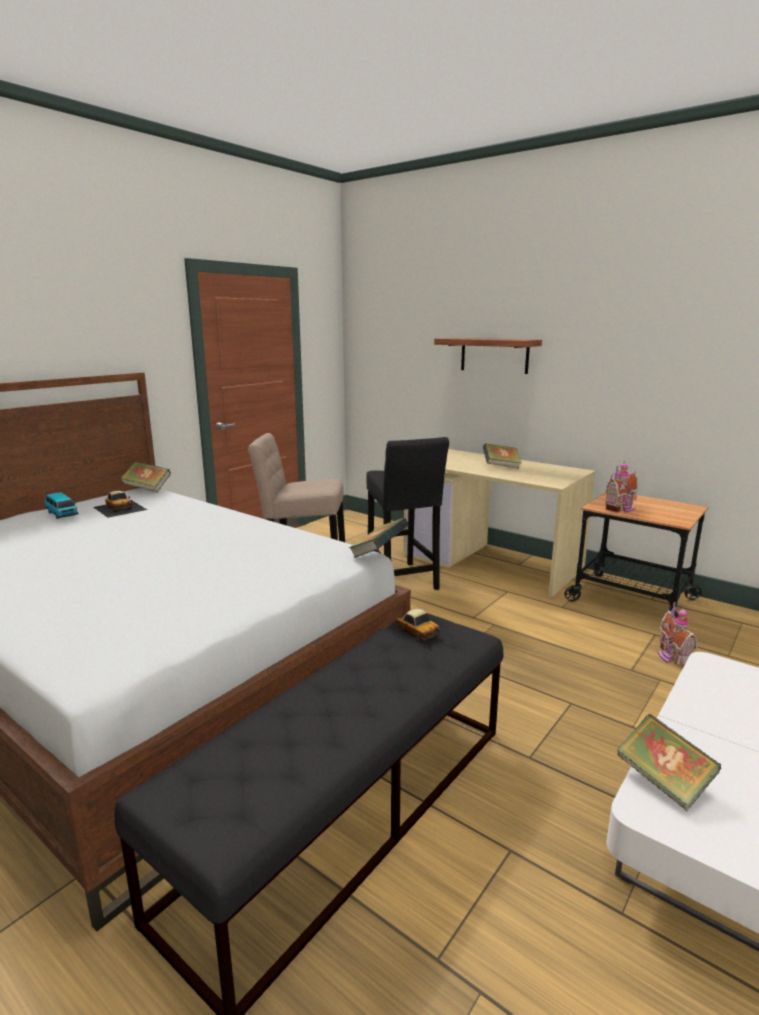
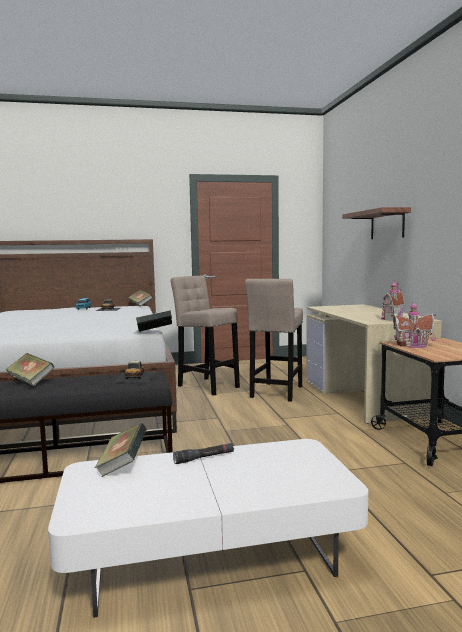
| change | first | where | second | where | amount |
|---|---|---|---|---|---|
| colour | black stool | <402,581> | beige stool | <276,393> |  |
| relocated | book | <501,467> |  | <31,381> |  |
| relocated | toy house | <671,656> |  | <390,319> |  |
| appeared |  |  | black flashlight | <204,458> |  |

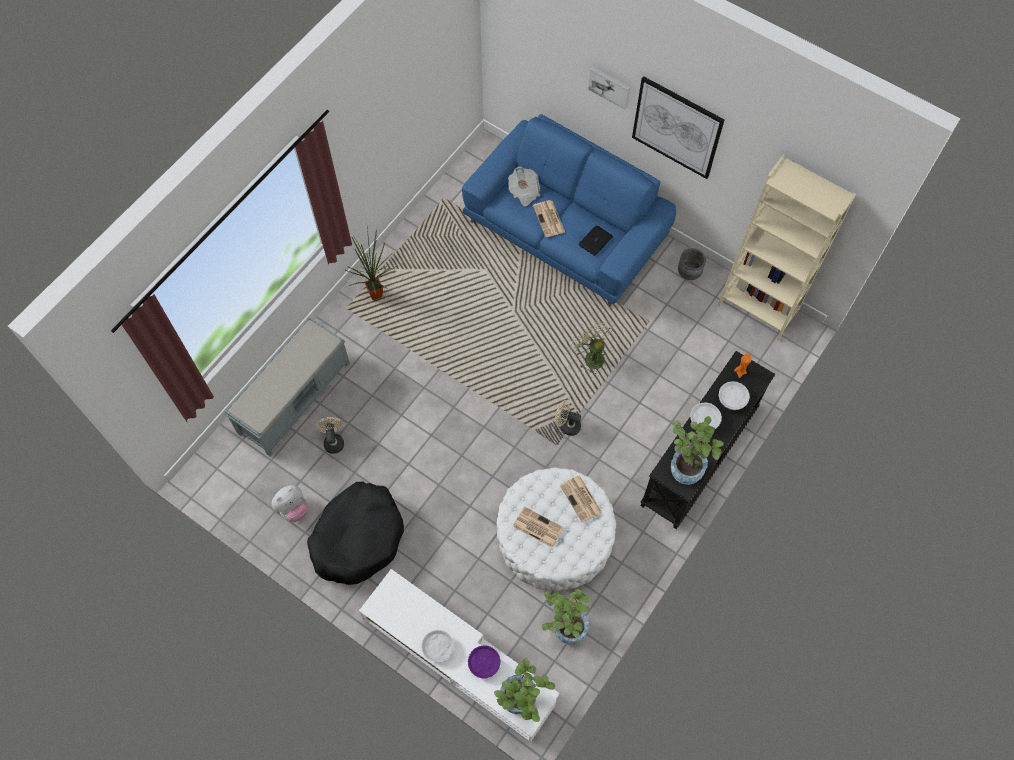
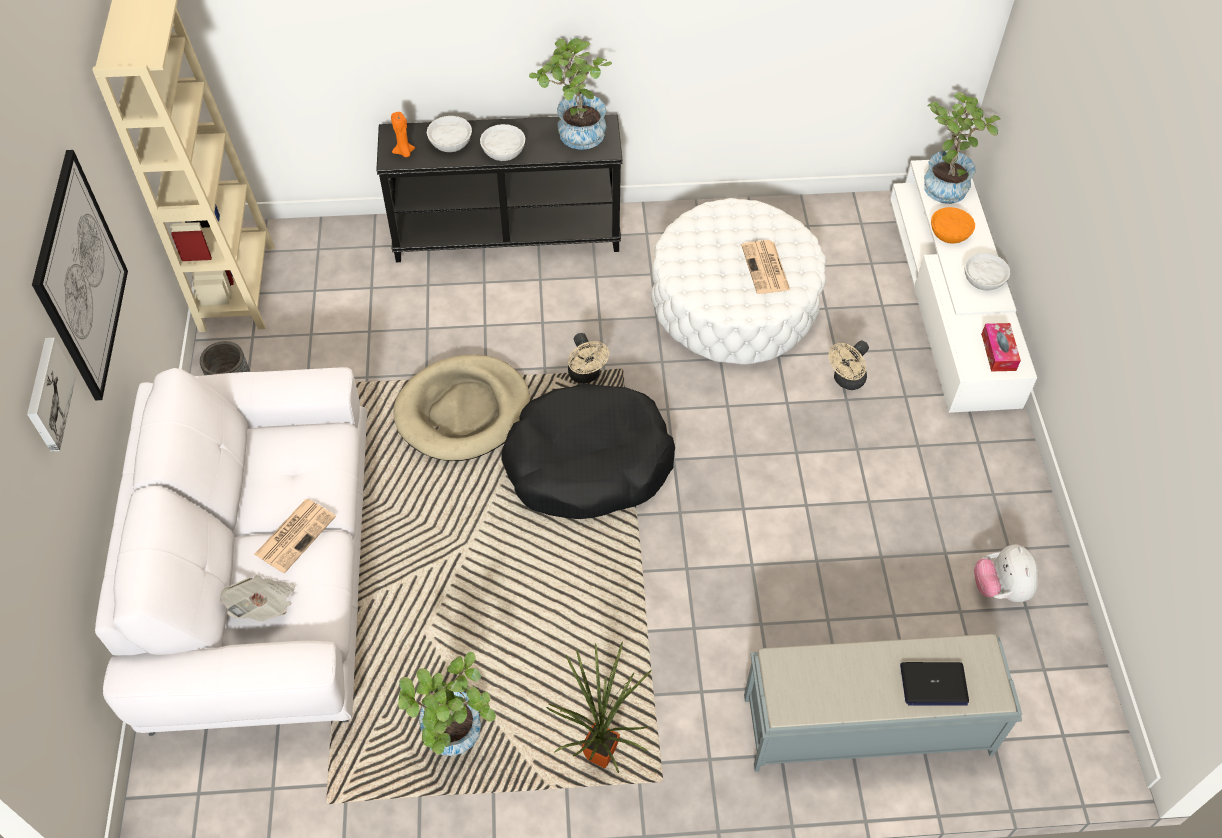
| change | first | where | second | where | amount |
|---|---|---|---|---|---|
| spun | plush toy | <293,508> |  | <1000,588> | 105 degrees counterclockwise |
| relocated | black dog bed | <358,537> |  | <587,464> |  |
| relocated | beige fan | <333,441> |  | <846,381> |  |
| colour | blue sofa | <566,230> | white sofa | <265,574> |  |
| colour | purple bowl | <484,664> | orange bowl | <949,232> |  |
| relocated | potted plant | <565,626> |  | <454,740> |  |
| missing | newspaper | <581,499> |  |  |  |
| exchanged | green fan | <591,357> | beige dog bed | <463,411> |  |
| relocated | laptop | <595,241> |  | <933,684> |  |
| appeared |  |  | tissue box | <998,352> |  |

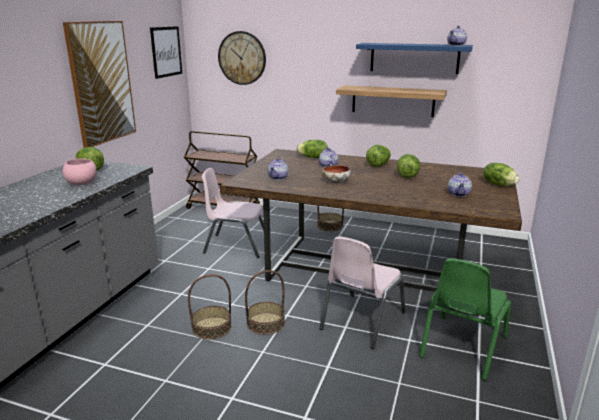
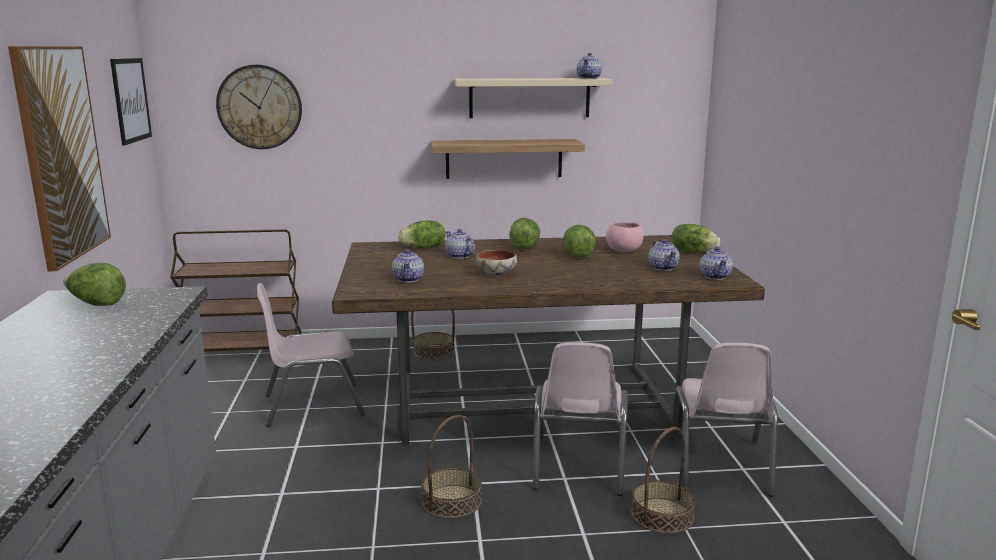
| change | first | where | second | where | amount |
|---|---|---|---|---|---|
| relocated | pink bowl | <82,183> |  | <625,250> |  |
| relocated | basket | <212,327> |  | <662,515> |  |
| colour | blue shelf | <414,58> | beige shelf | <529,98> |  |
| colour | green chair | <462,346> | pink chair | <719,465> |  |
| appeared |  |  | teapot | <715,276> |  |

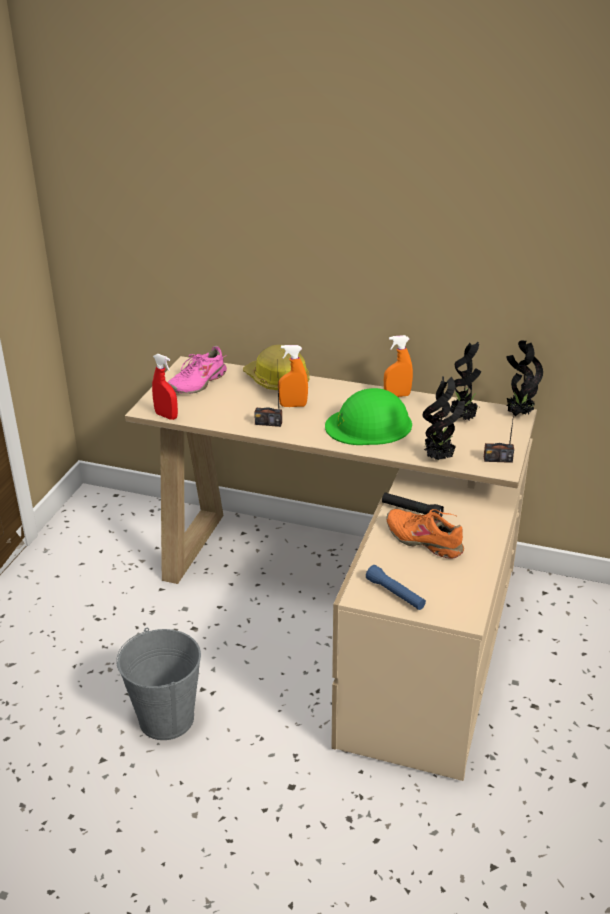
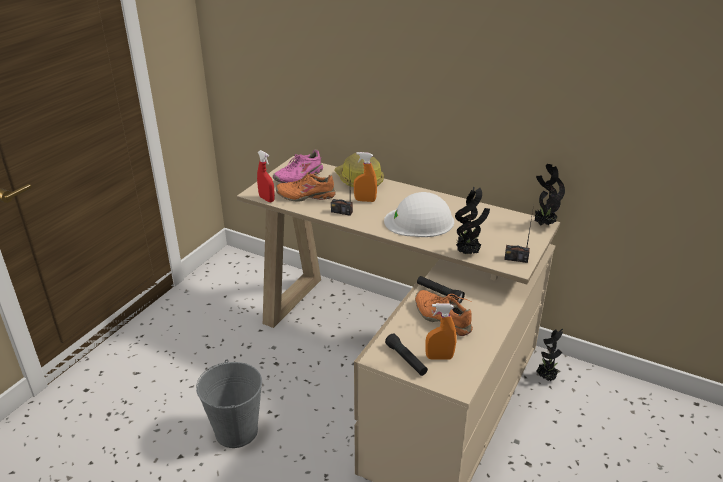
| change | first | where | second | where | amount |
|---|---|---|---|---|---|
| colour | green hard hat | <369,425> | white hard hat | <419,221> |  |
| colour | blue flashlight | <395,594> | black flashlight | <406,360> |  |
| relocated | orange spray bottle | <397,395> |  | <439,357> |  |
| relocated | potted plant | <463,419> |  | <546,378> |  |
| appeared |  |  | orange shoe | <306,196> |  |

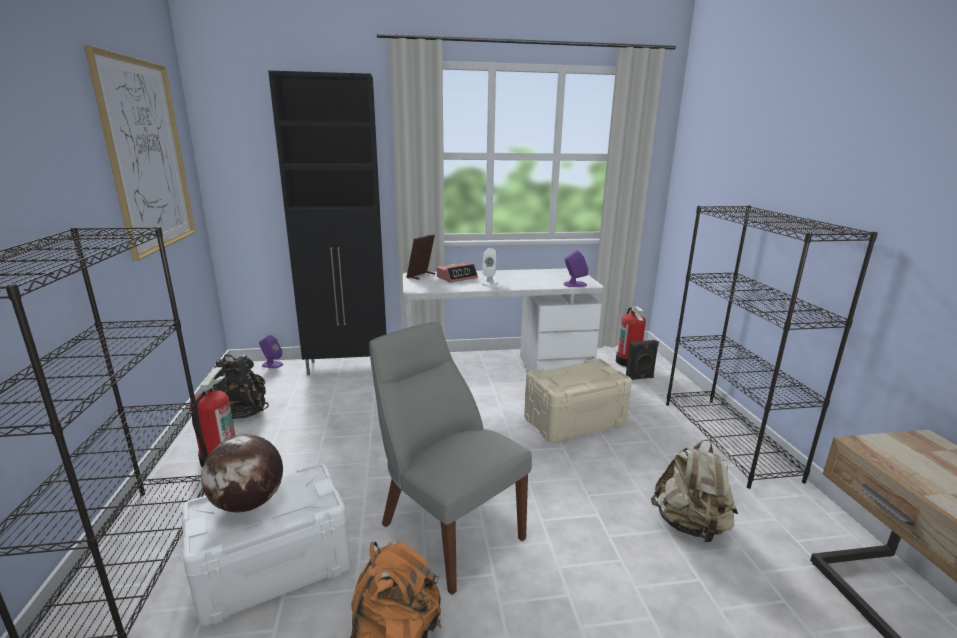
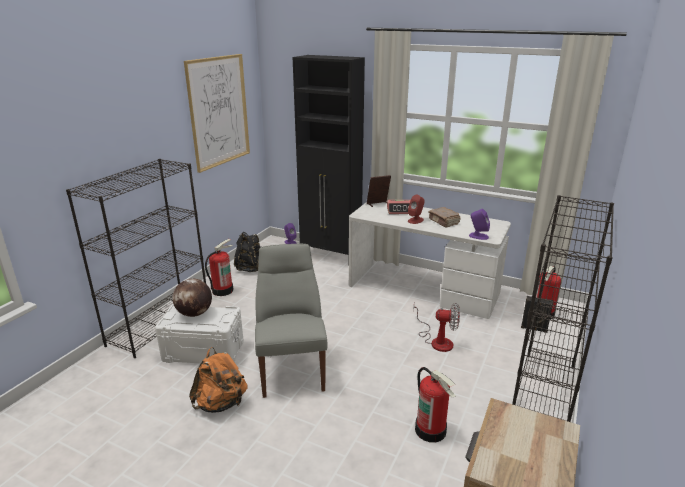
| change | first | where | second | where | amount |
|---|---|---|---|---|---|
| colour | white speaker | <489,283> | red speaker | <415,220> |  |
| exchanged | beige storage box | <573,420> | fan | <437,340> |  |
| exchanged | beige backpack | <690,525> | fire extinguisher | <431,430> |  |
| appeared |  |  | brown book | <443,222> |  |

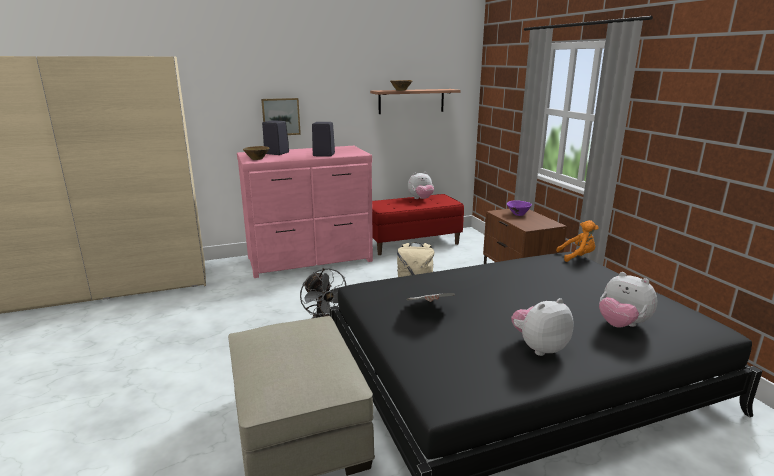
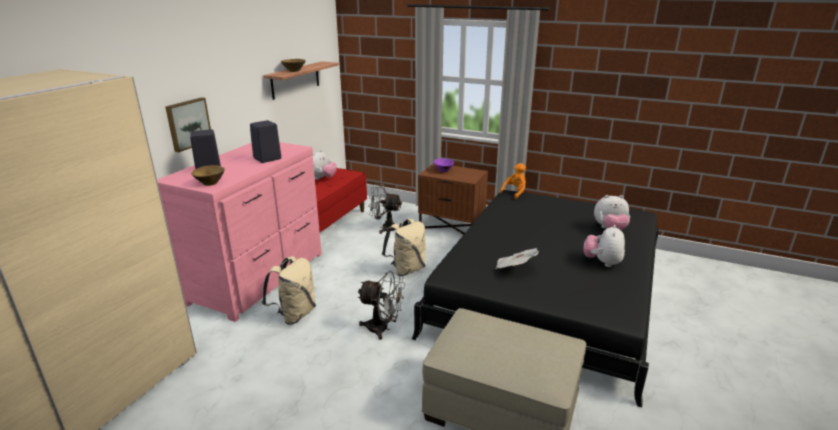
| change | first | where | second | where | amount |
|---|---|---|---|---|---|
| appeared |  |  | beige backpack | <294,314> |  |
| appeared |  |  | grey fan | <385,228> |  |

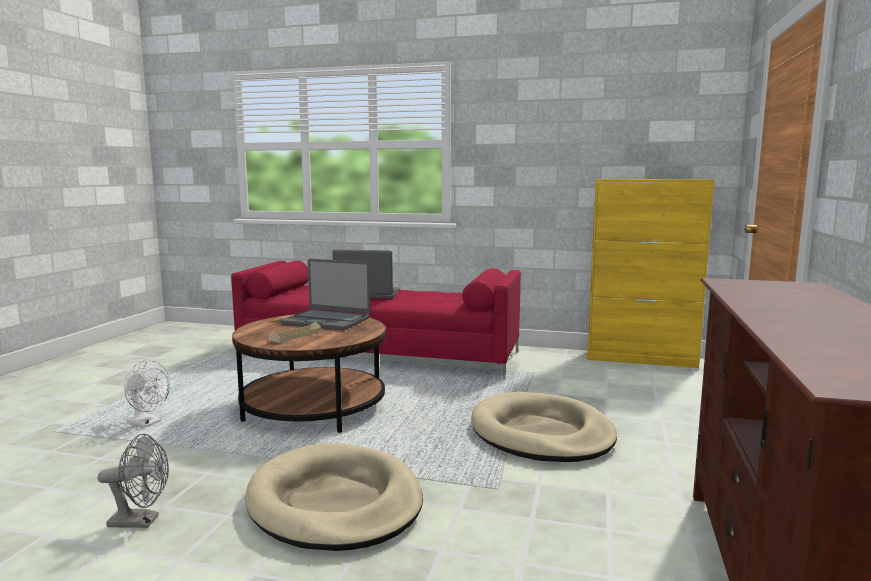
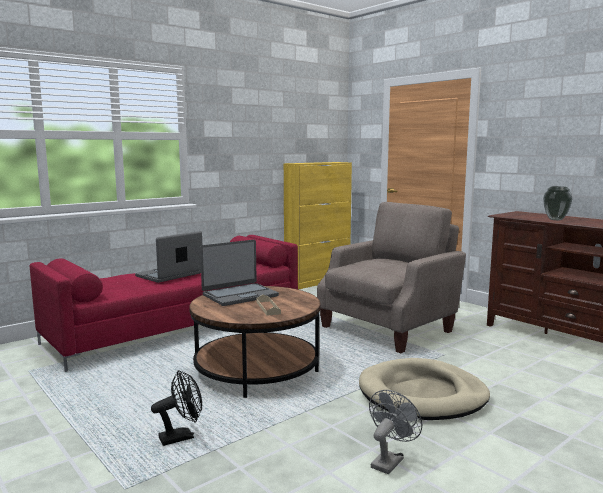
| change | first | where | second | where | amount |
|---|---|---|---|---|---|
| colour | white fan | <147,422> | black fan | <181,436> |  |
| exchanged | beige dog bed | <541,434> | beige armchair | <389,328> |  |
| appeared |  |  | vase | <555,219> |  |

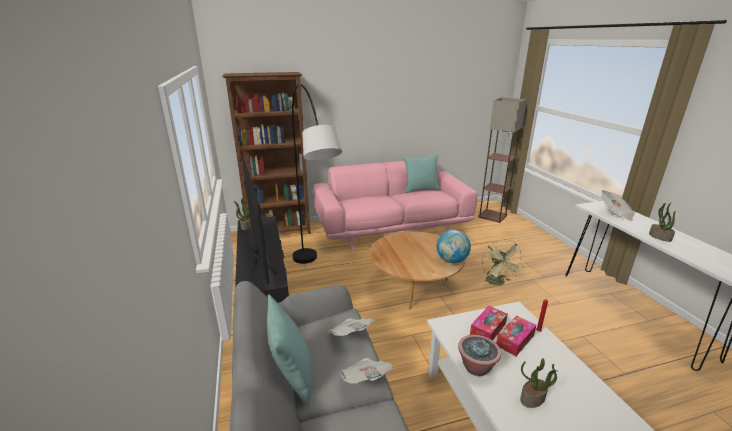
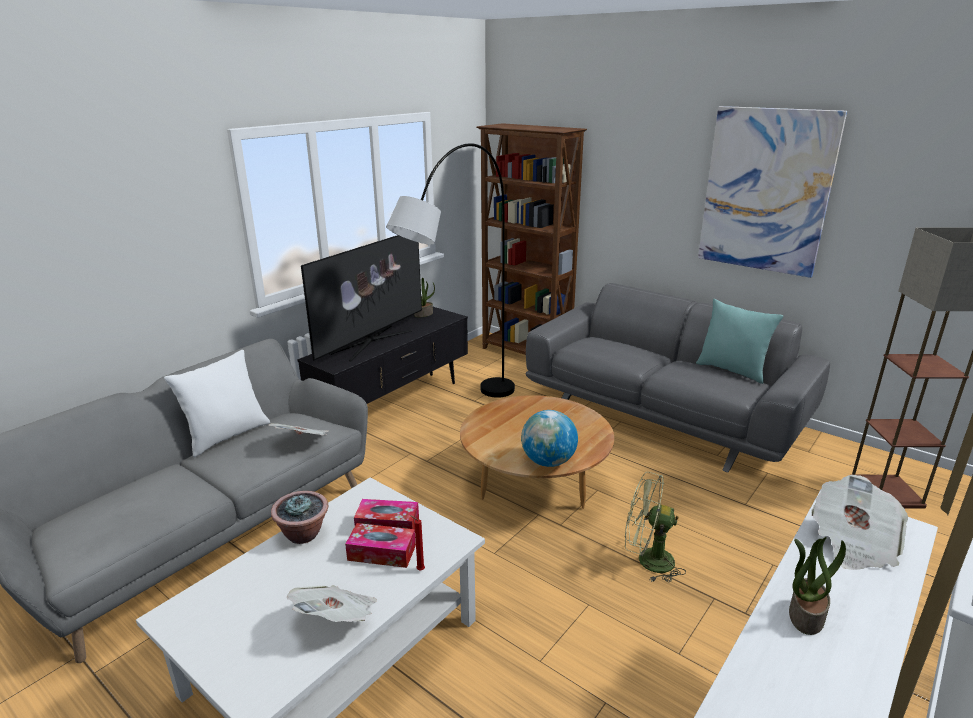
| change | first | where | second | where | amount |
|---|---|---|---|---|---|
| colour | turquoise pillow | <292,375> | white pillow | <227,436> |  |
| colour | pink sofa | <392,227> | grey sofa | <663,414> |  |
| relocated | newspaper | <366,380> |  | <337,619> |  |
| spun | green fan | <498,283> |  | <647,560> | 60 degrees clockwise |
| missing | potted plant | <532,399> |  |  |  |
| appeared |  |  | picture | <766,191> |  |

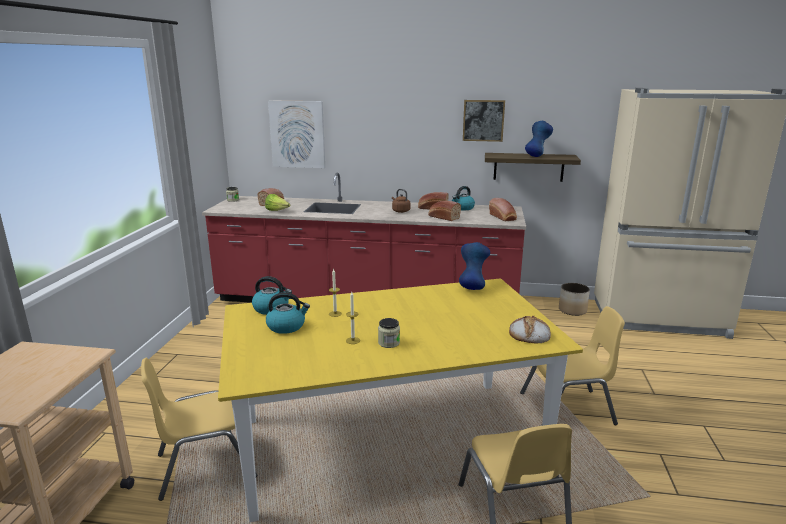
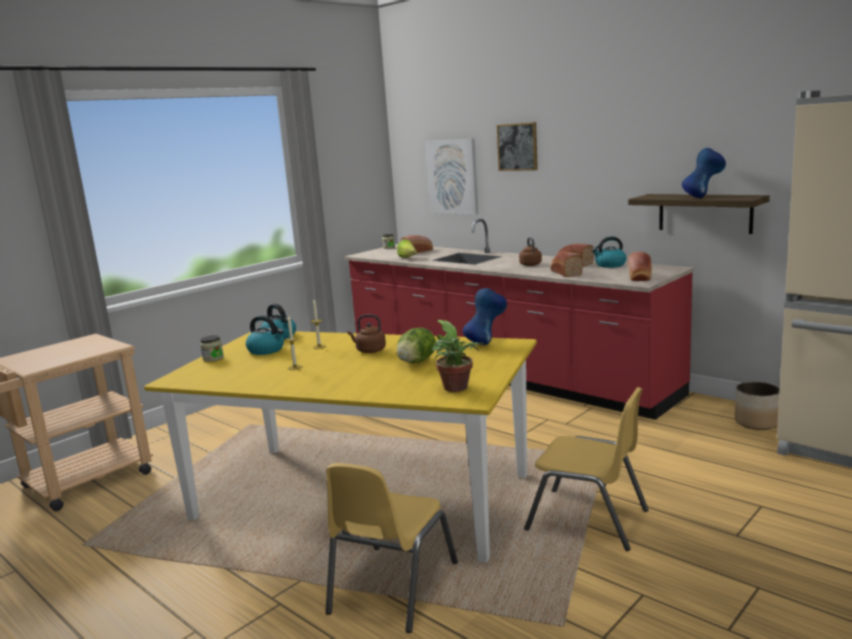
| change | first | where | second | where | amount |
|---|---|---|---|---|---|
| missing | yellow chair | <205,465> |  |  |  |
| relocated | jar | <389,343> |  | <213,358> |  |
| relocated | picture | <483,120> |  | <517,147> |  |
| exchanged | bread | <529,334> | potted plant | <457,388> |  |
| appeared |  |  | brown kettle | <369,351> |  |
| appeared |  |  | lettuce | <416,362> |  |

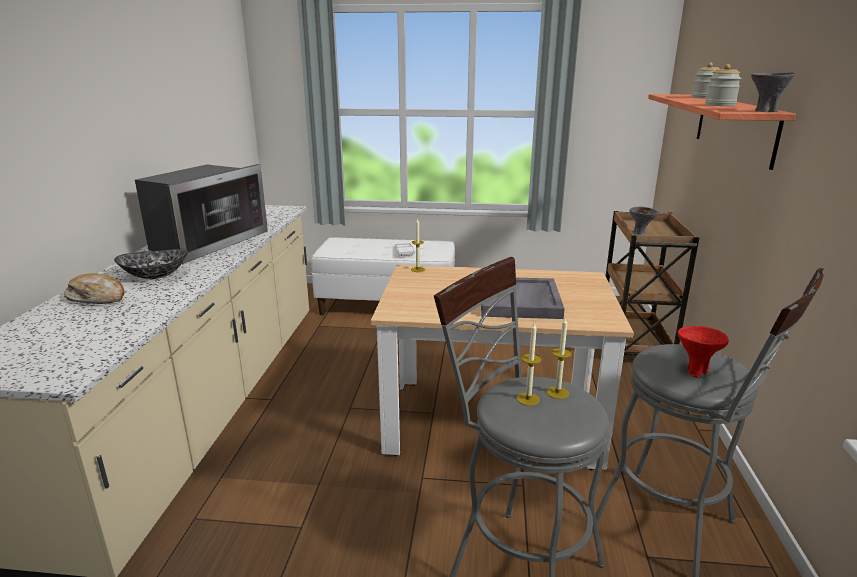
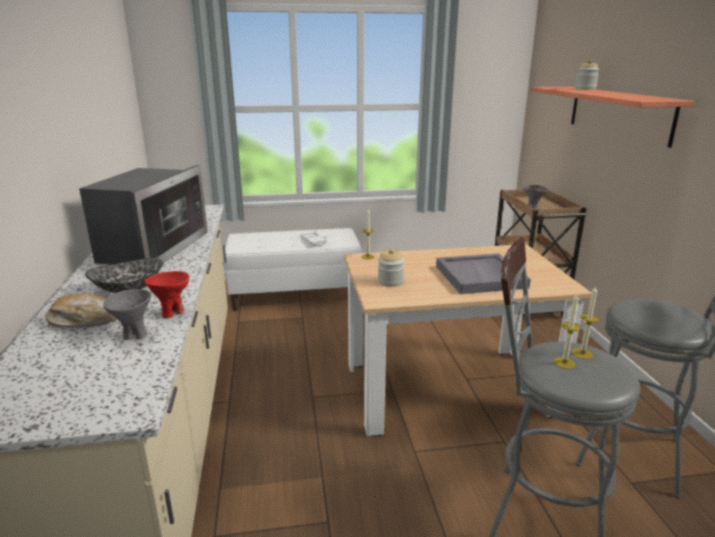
| change | first | where | second | where | amount |
|---|---|---|---|---|---|
| relocated | red bowl | <696,371> |  | <172,313> |  |
| relocated | jar | <720,105> |  | <390,282> |  |
| relocated | grey bowl | <765,111> |  | <134,335> |  |

